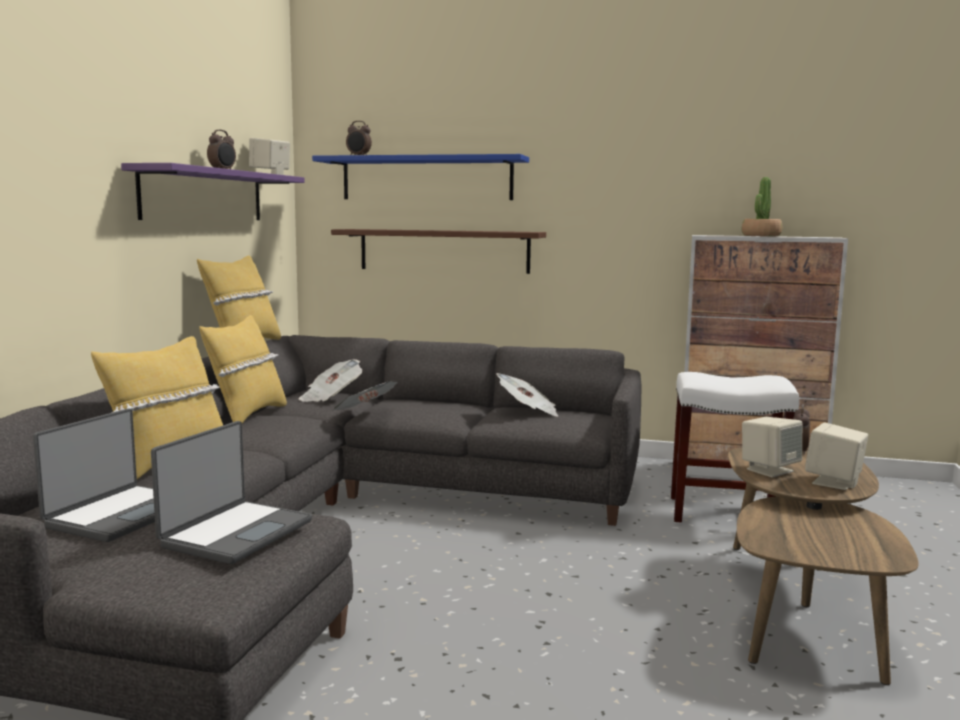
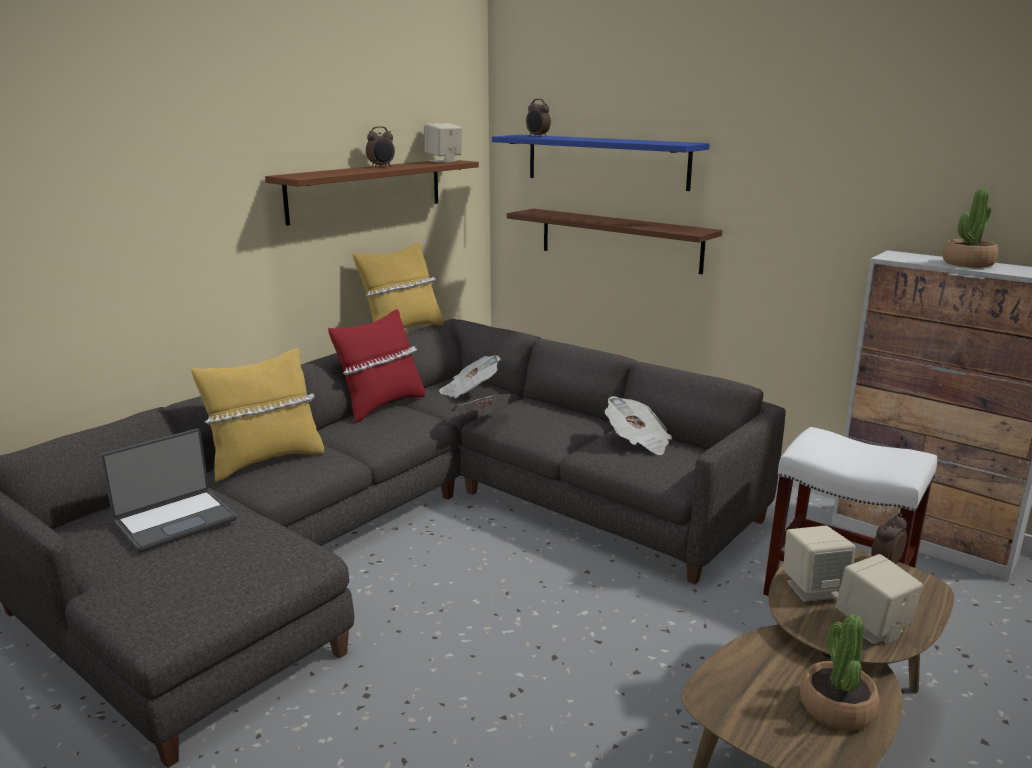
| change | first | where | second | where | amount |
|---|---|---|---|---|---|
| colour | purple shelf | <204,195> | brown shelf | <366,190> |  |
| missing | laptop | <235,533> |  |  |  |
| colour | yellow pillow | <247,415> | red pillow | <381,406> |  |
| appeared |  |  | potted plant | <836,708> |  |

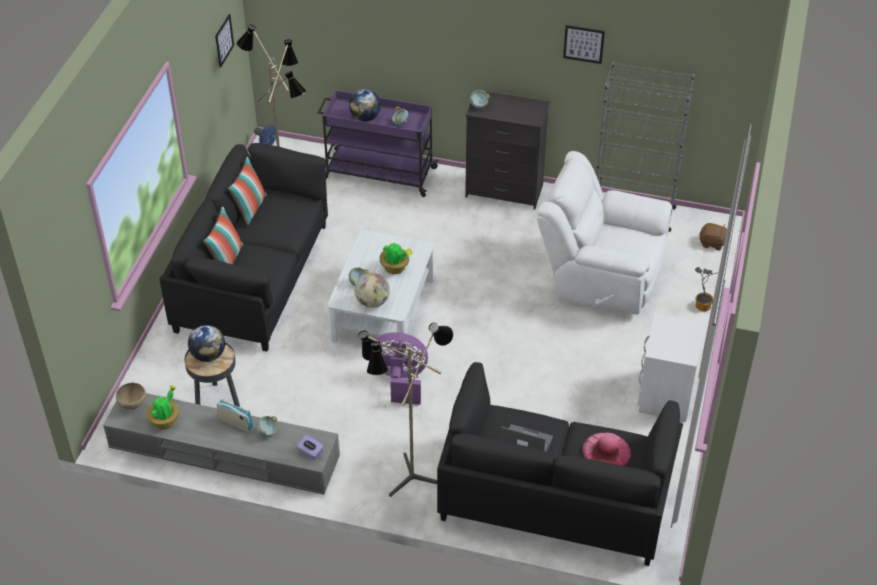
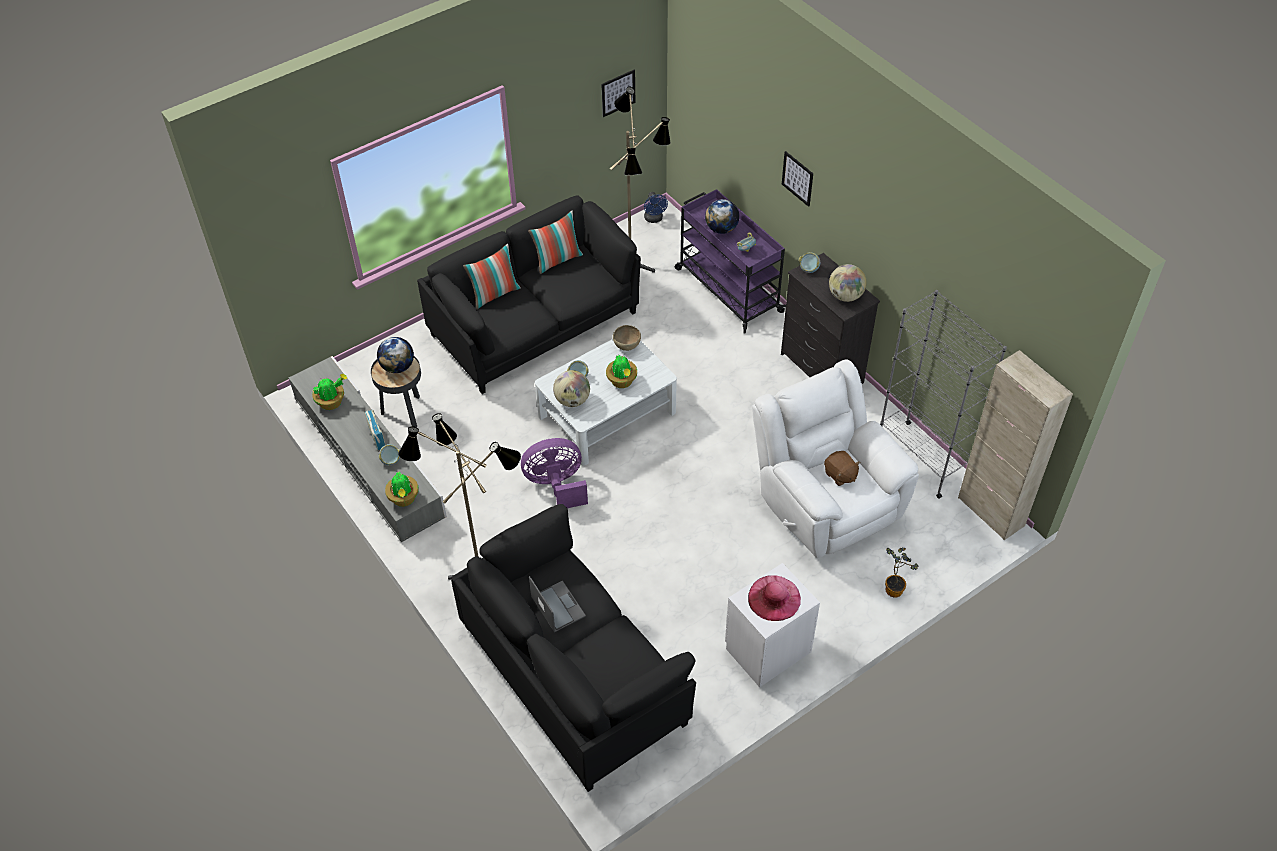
| change | first | where | second | where | amount |
|---|---|---|---|---|---|
| relocated | brown bowl | <133,404> |  | <627,346> |  |
| exchanged | purple tissue box | <310,453> | potted plant | <404,499> |  |
| spun | purple fan | <400,380> |  | <556,485> | 60 degrees counterclockwise |
| relocated | picture | <583,44> |  | <797,178> |  |
| relocated | pink hat | <606,452> |  | <774,598> |  |
| relocated | brown plush toy | <712,243> |  | <840,475> |  |
| appeared |  |  | globe | <845,296> |  |
| appeared |  |  | beige cabinet | <990,512> |  |

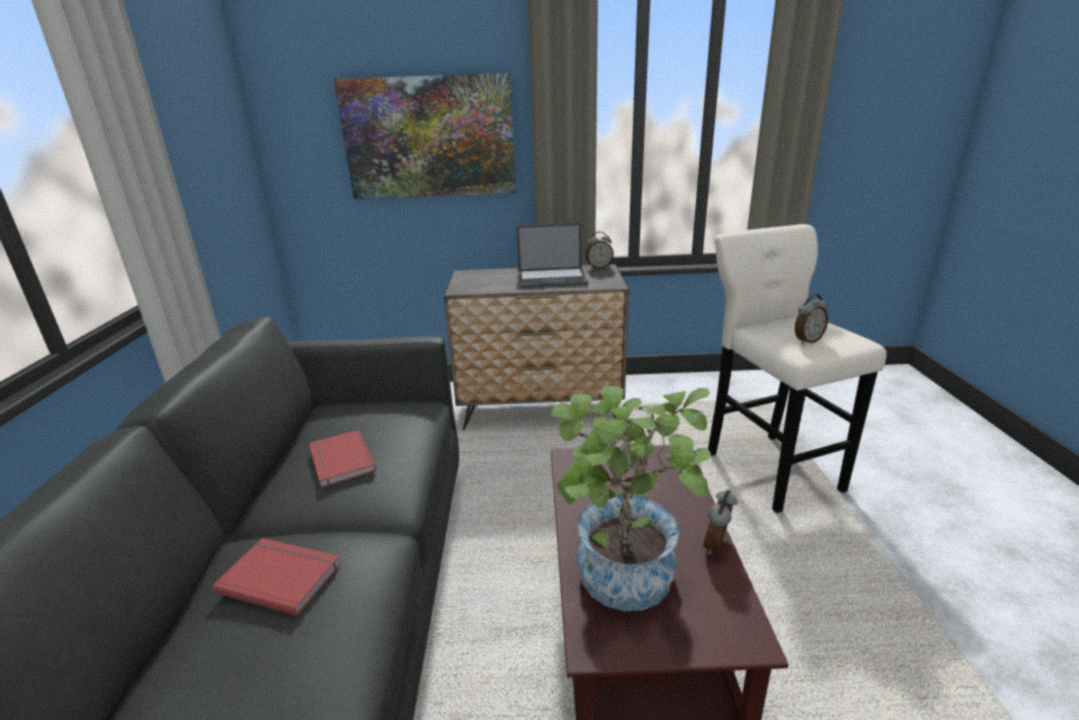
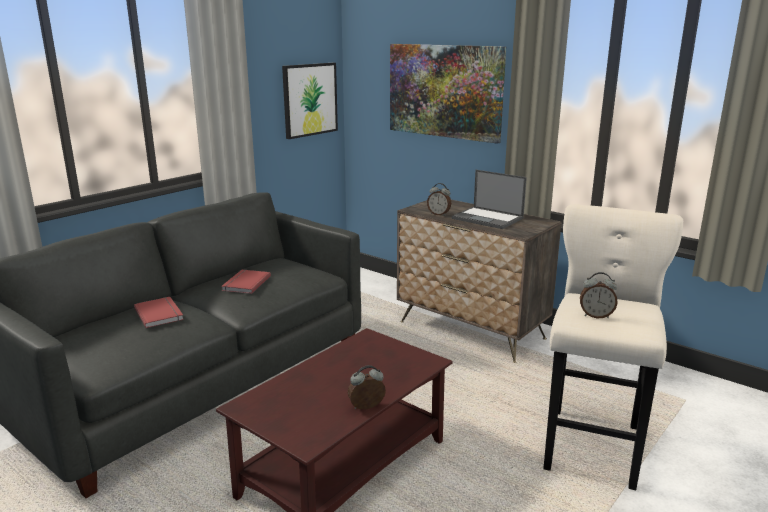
| change | first | where | second | where | amount |
|---|---|---|---|---|---|
| missing | potted plant | <621,585> |  |  |  |
| relocated | alarm clock | <599,267> |  | <439,214> |  |
| appeared |  |  | picture | <309,99> |  |

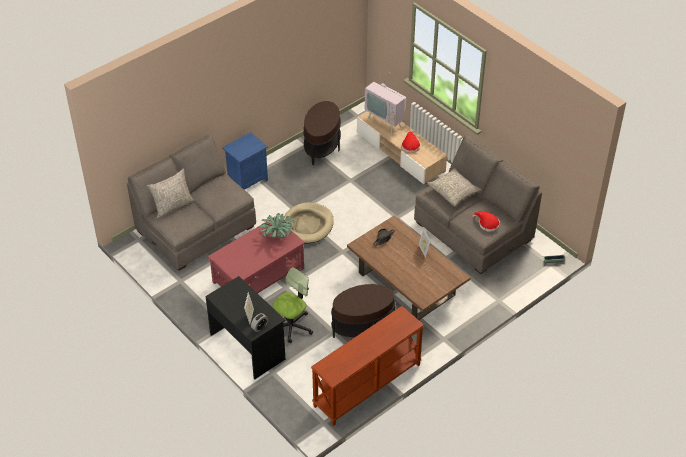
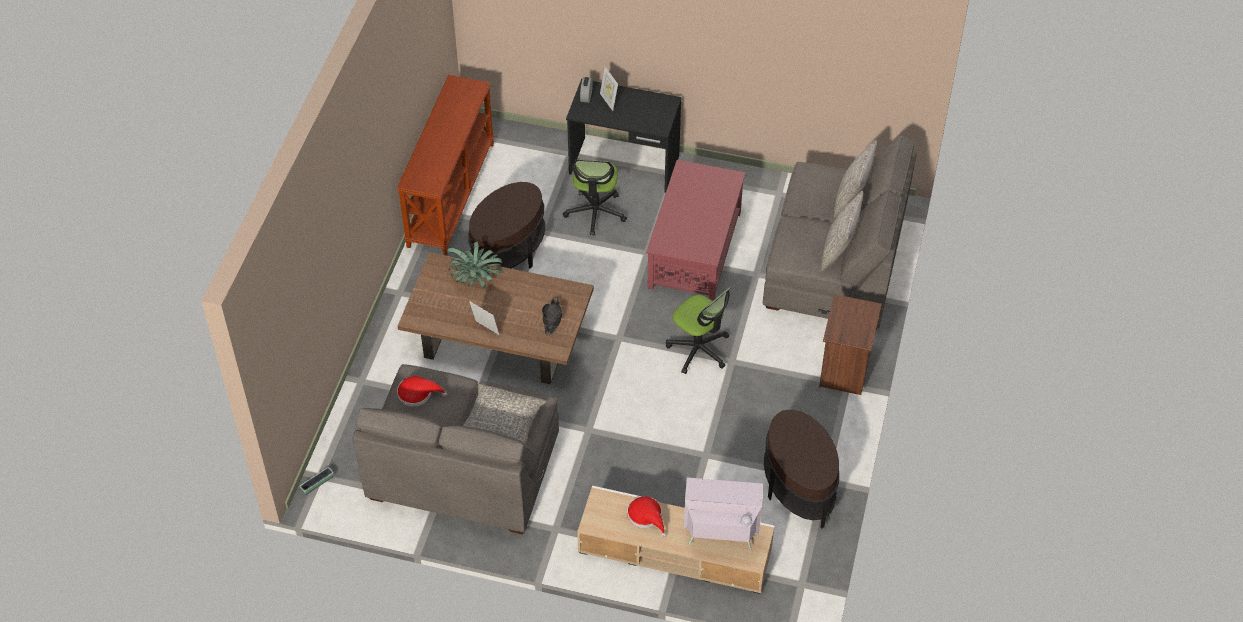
| change | first | where | second | where | amount |
|---|---|---|---|---|---|
| colour | blue nightstand | <247,180> | brown nightstand | <846,370> |  |
| relocated | potted plant | <277,235> |  | <476,279> |  |
| exchanged | beige dog bed | <307,225> | office chair | <699,349> |  |
| appeared |  |  | grey pillow | <839,249> |  |

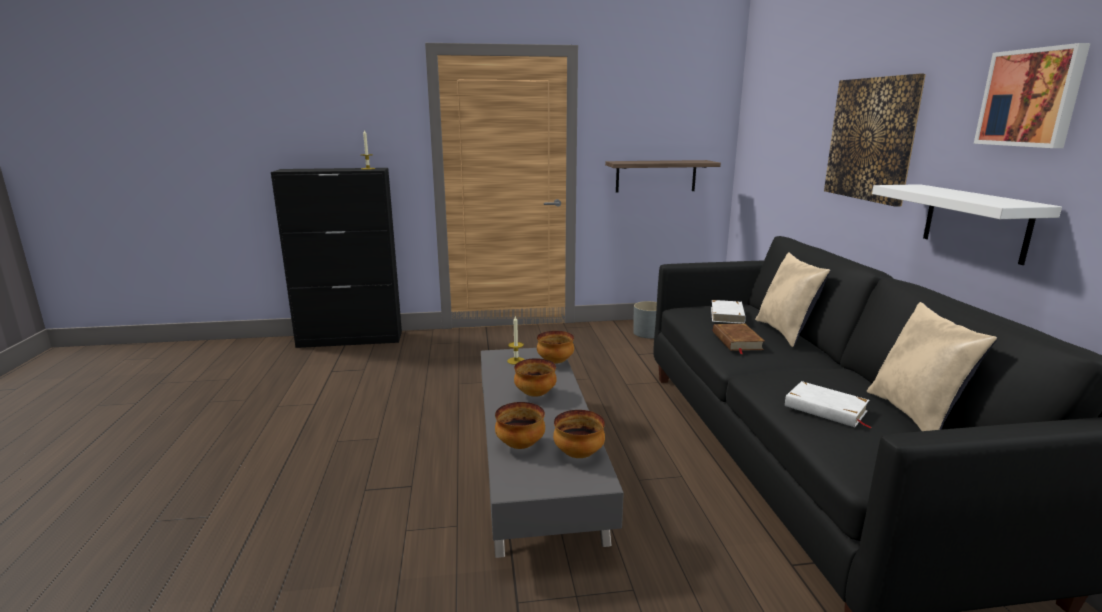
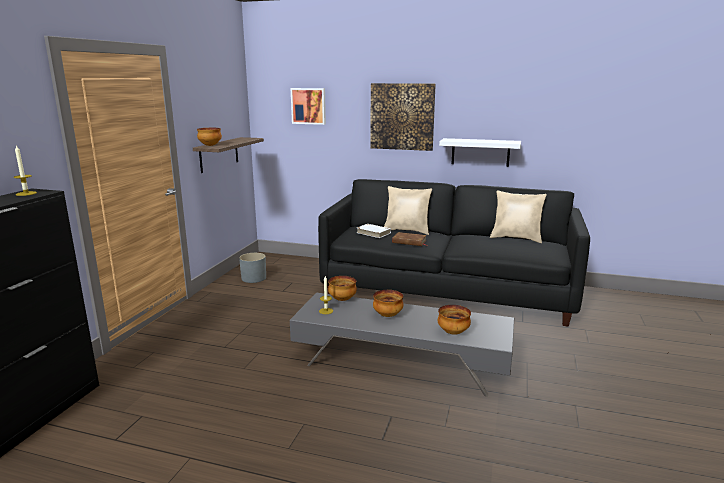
| change | first | where | second | where | amount |
|---|---|---|---|---|---|
| relocated | bowl | <578,454> |  | <210,145> |  |
| missing | white book | <825,409> |  |  |  |
| relocated | picture | <1031,98> |  | <309,106> |  |

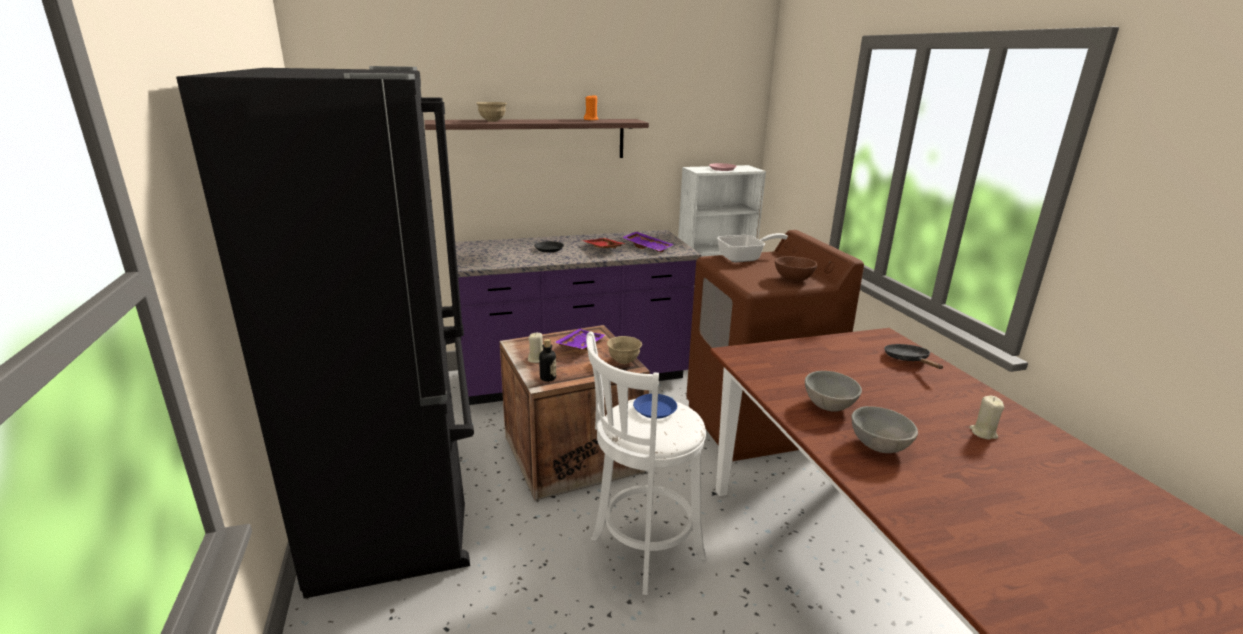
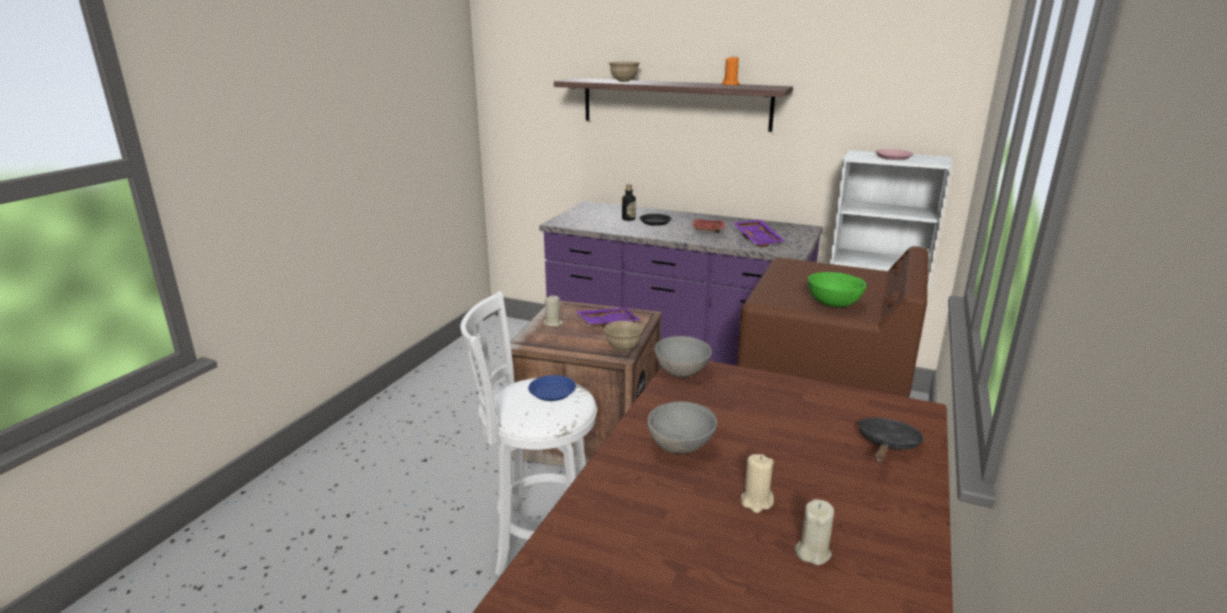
| change | first | where | second | where | amount |
|---|---|---|---|---|---|
| missing | black fridge | <399,501> |  |  |  |
| relocated | bottle | <548,378> |  | <628,219> |  |
| missing | frying pan | <745,258> |  |  |  |
| colour | brown bowl | <792,279> | green bowl | <833,304> |  |
| relocated | grey bowl | <879,445> |  | <682,372> |  |
| appeared |  |  | beige candle | <756,502> |  |

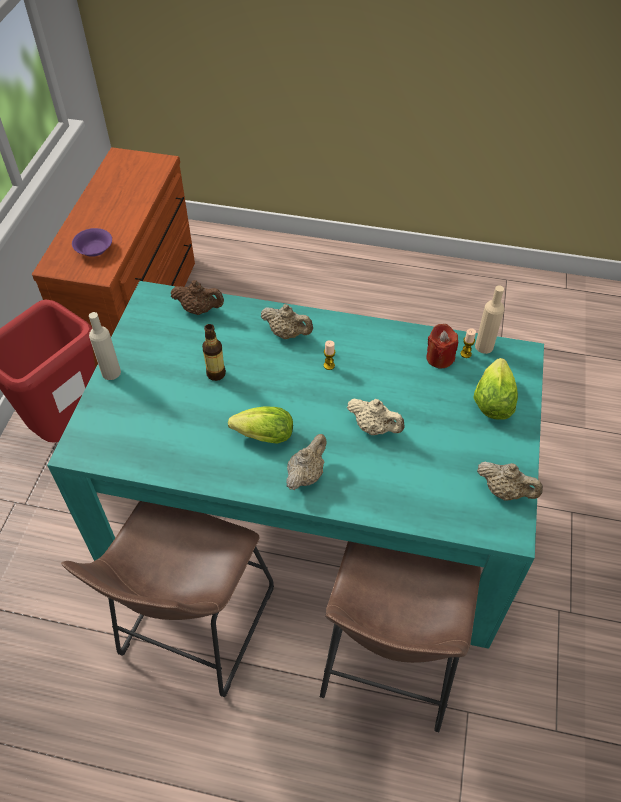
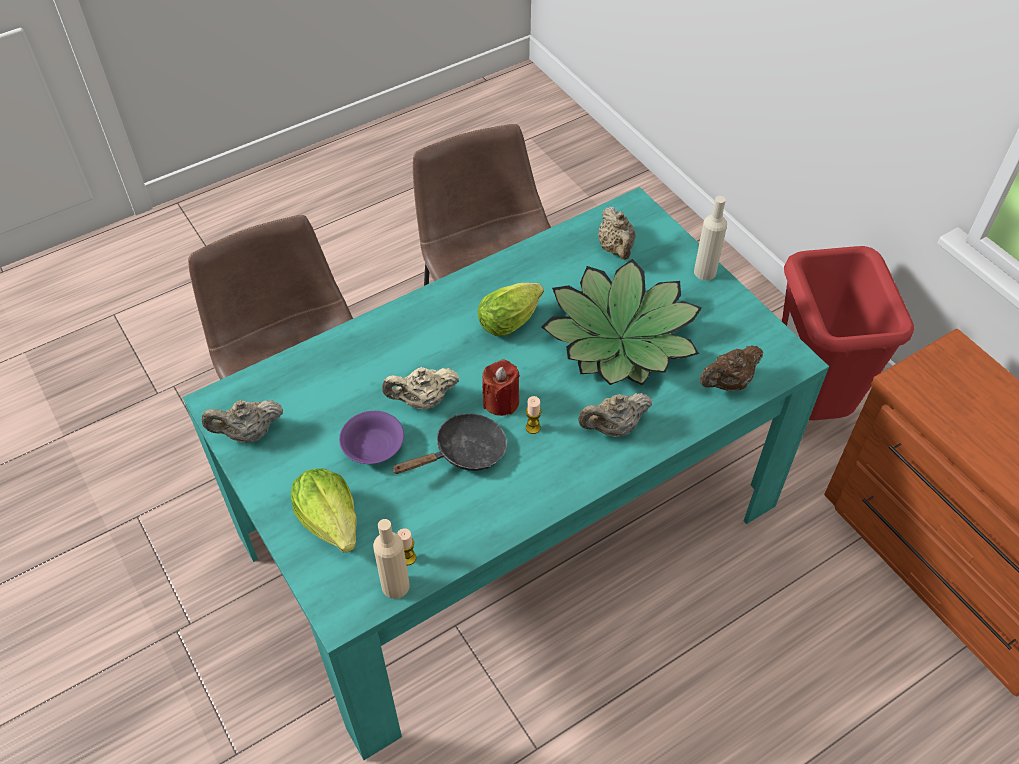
| change | first | where | second | where | amount |
|---|---|---|---|---|---|
| relocated | purple bowl | <94,249> |  | <374,447> |  |
| exchanged | bottle | <216,374> | potted plant | <621,338> |  |
| relocated | beige teapot | <306,475> |  | <616,249> |  |
| relocated | red candle | <439,358> |  | <501,401> |  |
| appeared |  |  | black frying pan | <464,453> |  |

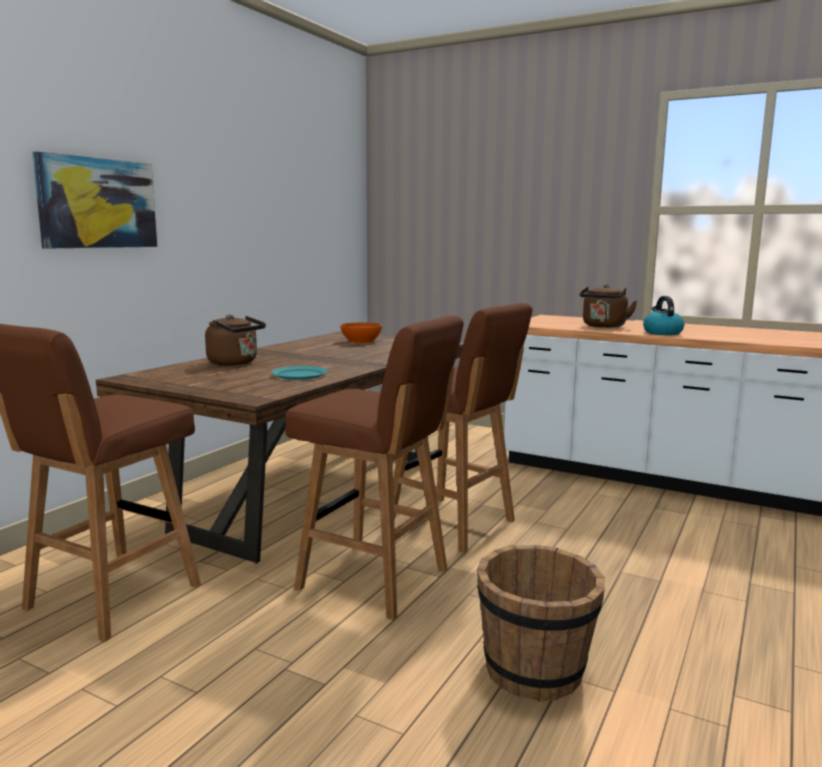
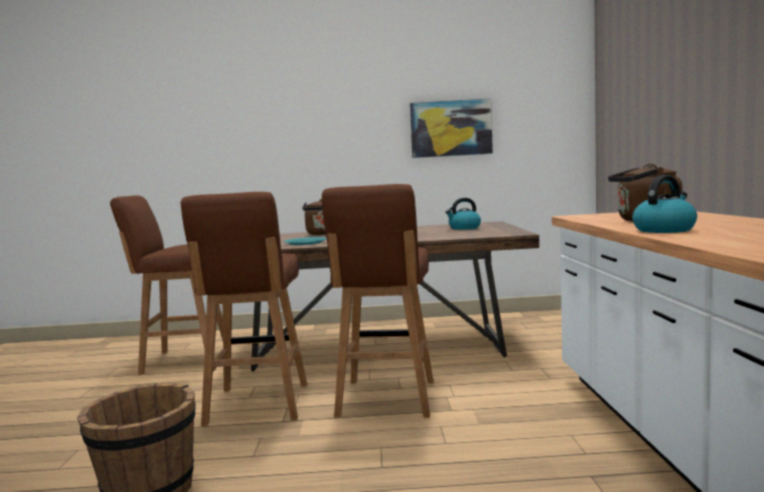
| change | first | where | second | where | amount |
|---|---|---|---|---|---|
| relocated | picture | <98,203> |  | <451,128> |  |
| exchanged | orange bowl | <361,341> | kettle | <464,228> |  |

